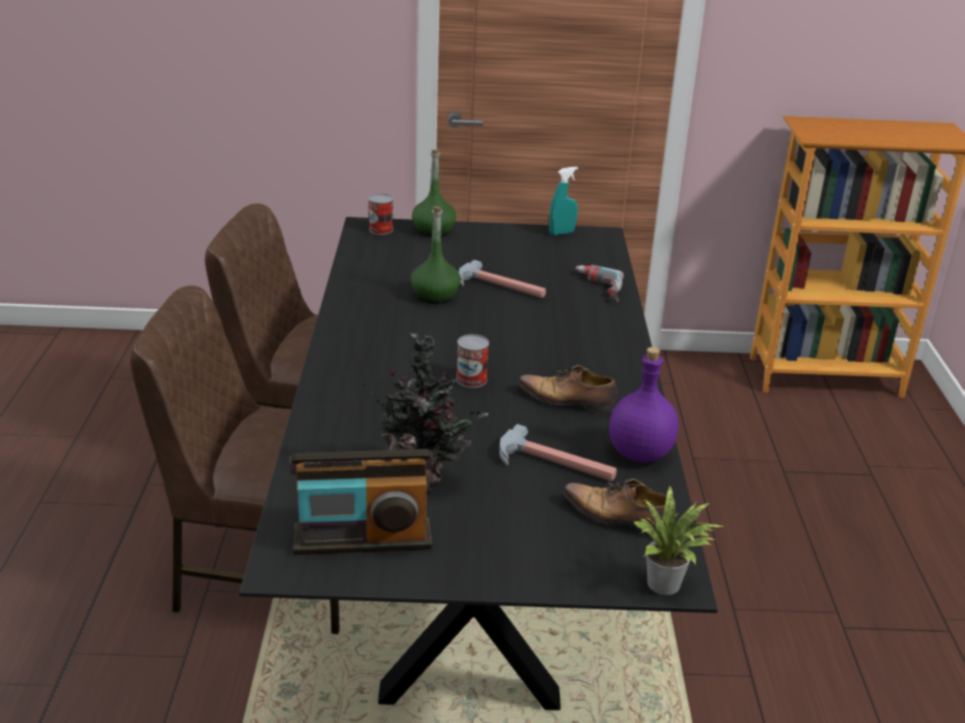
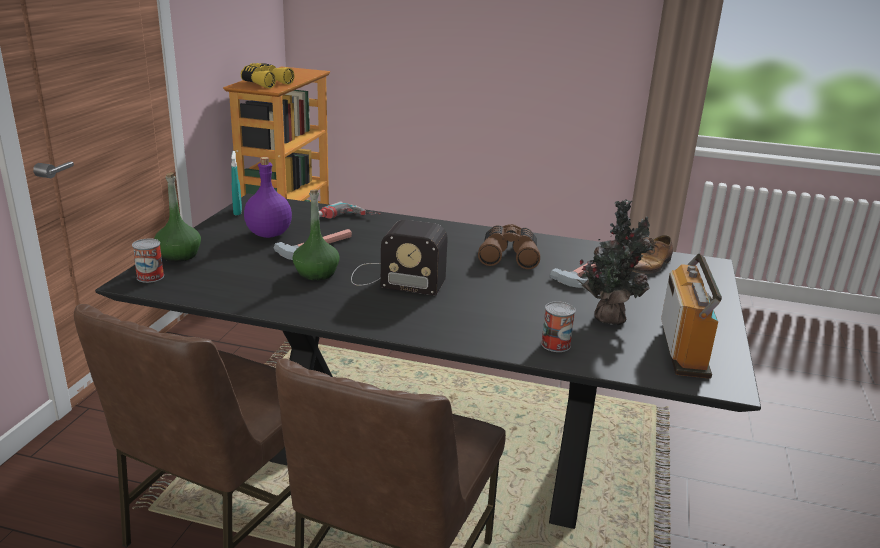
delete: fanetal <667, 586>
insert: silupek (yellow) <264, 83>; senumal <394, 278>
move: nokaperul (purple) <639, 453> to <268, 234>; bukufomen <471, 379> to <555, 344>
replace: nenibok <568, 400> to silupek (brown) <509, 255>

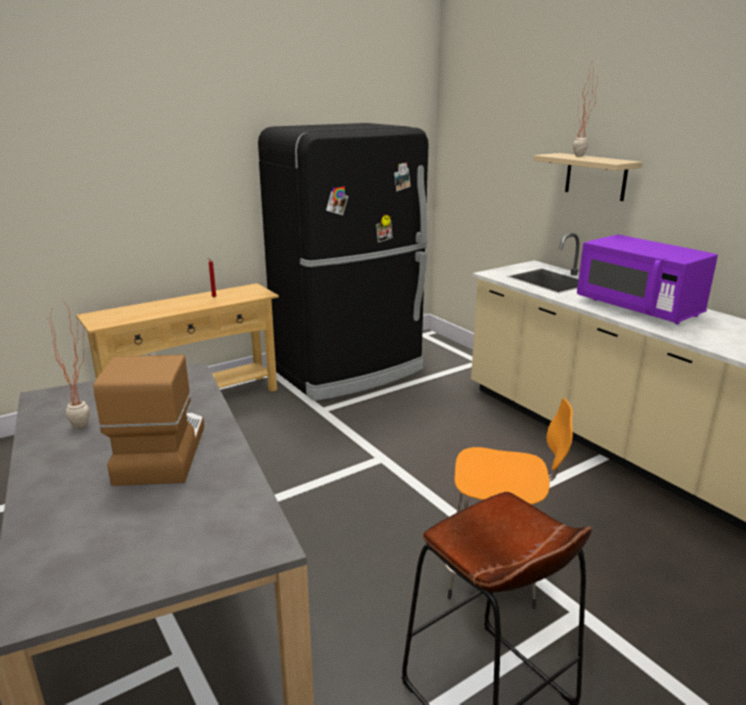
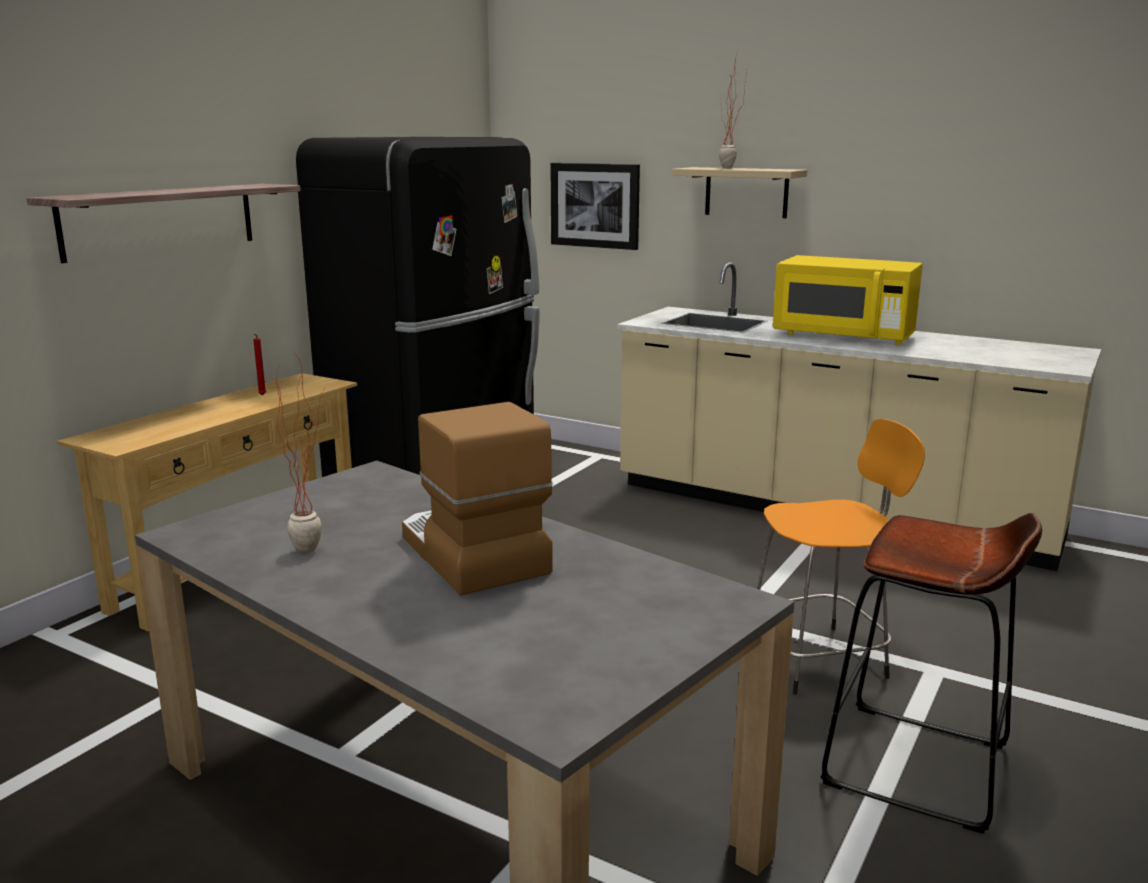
insert: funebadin <160, 220>; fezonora <595, 205>
recolor: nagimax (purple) <638, 308> to nagimax (yellow) <843, 336>

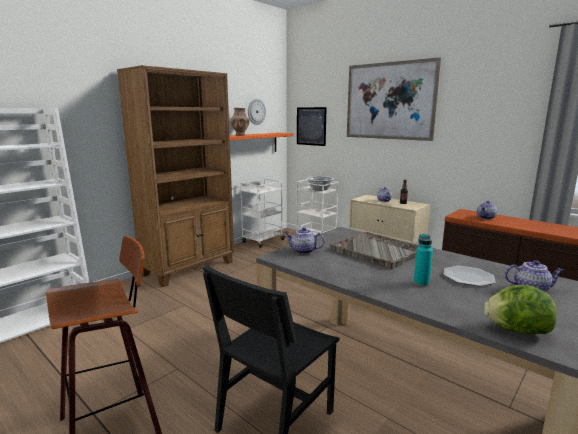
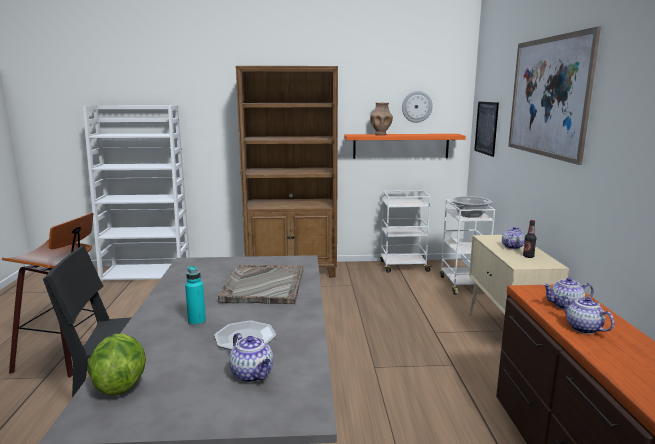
move: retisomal <303, 251> to <582, 328>

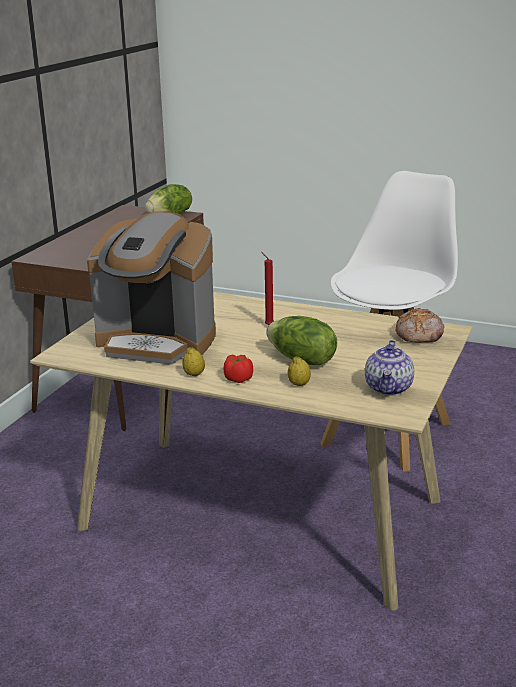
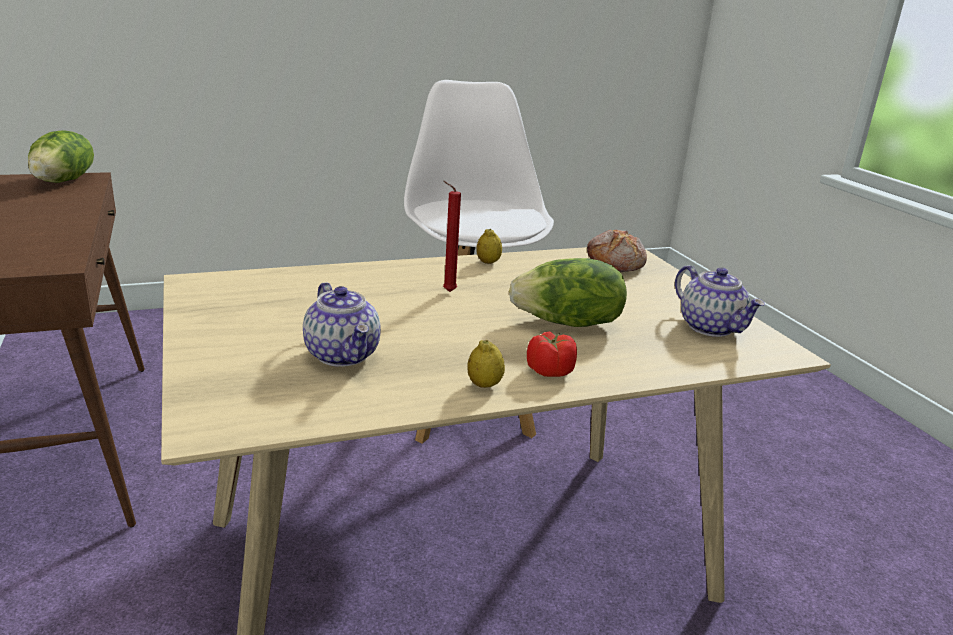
move: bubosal <299, 384> to <488, 262>
replace: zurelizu <157, 342> to retisomal <343, 355>

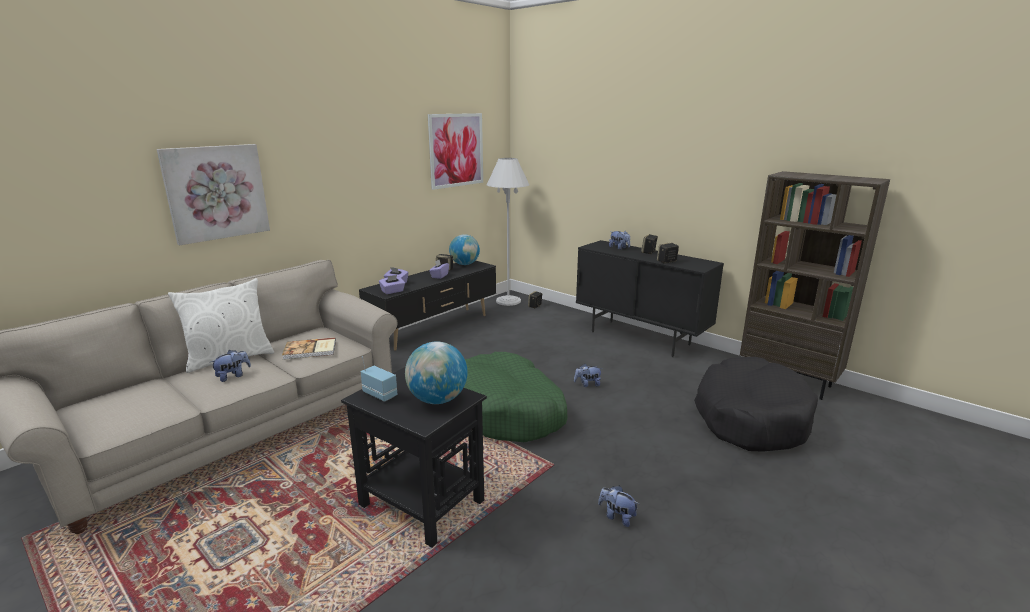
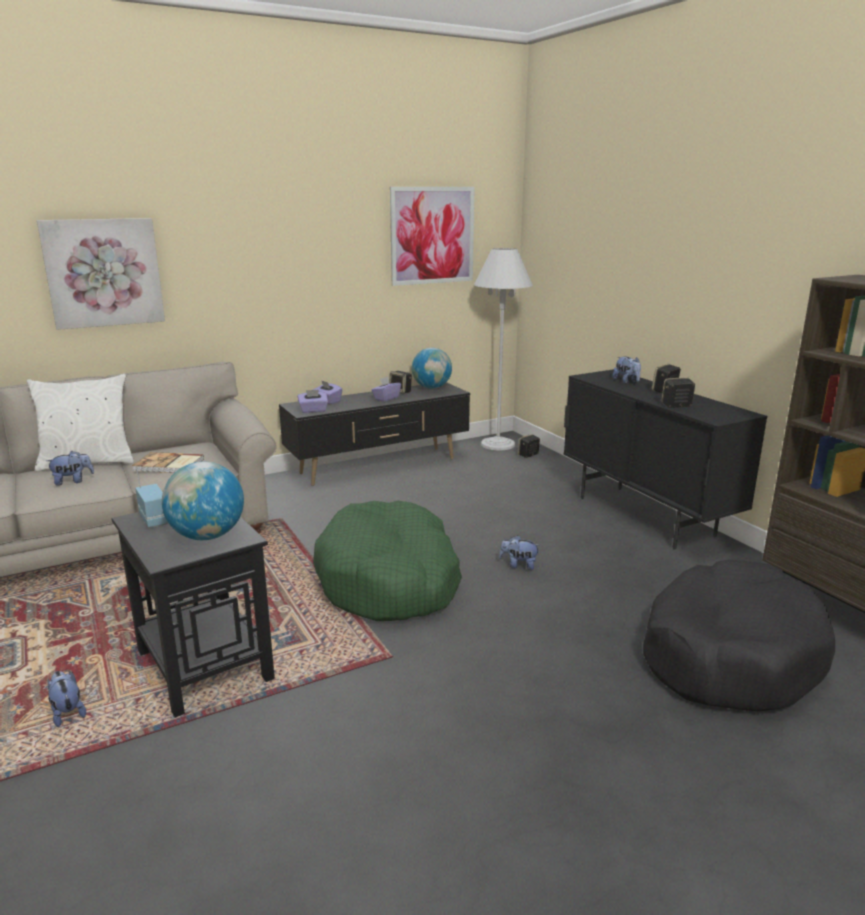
move: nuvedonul <617, 516> to <67, 713>

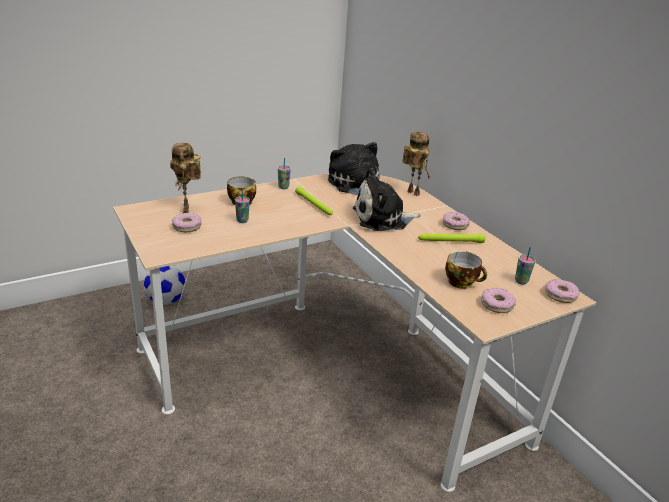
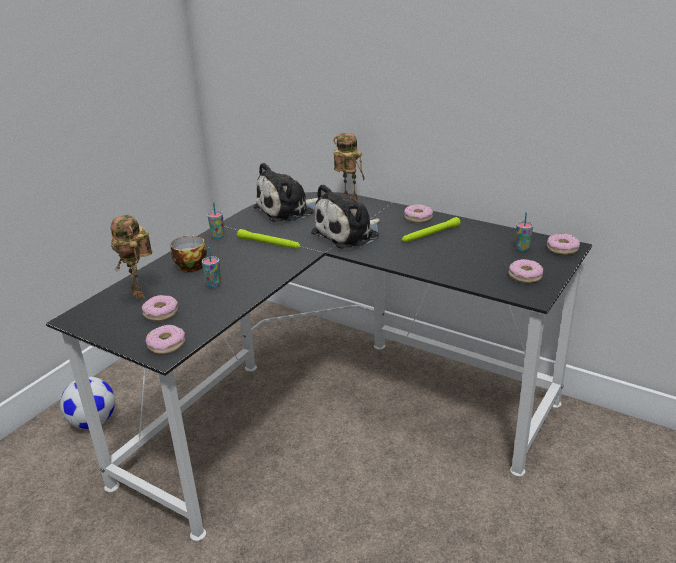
delete: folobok <462, 282>
insert: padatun <166, 345>
recolor: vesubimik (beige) <335, 365> to vesubimik (black) <333, 409>
rotate: nuvedonul <355, 185> = <287, 210> 75 degrees counterclockwise

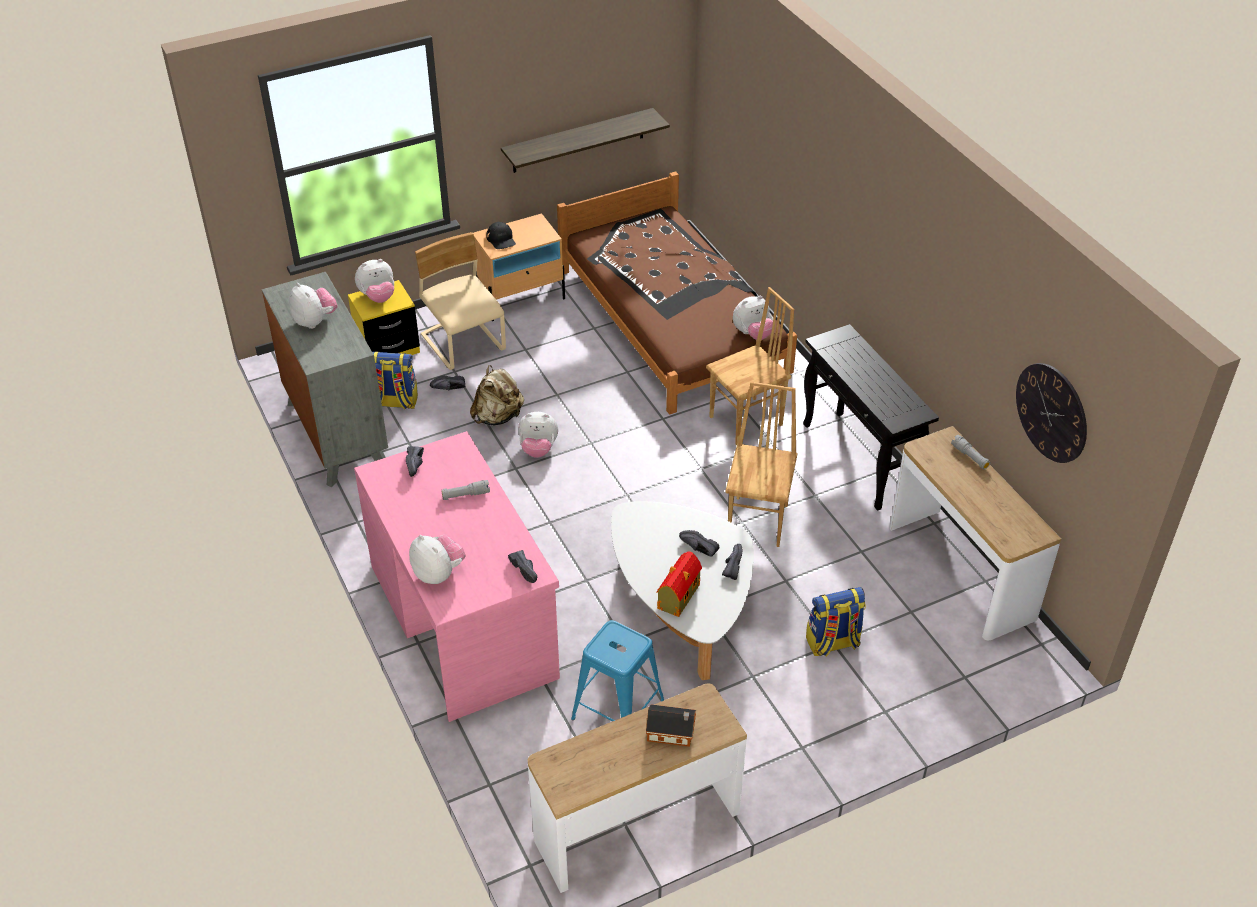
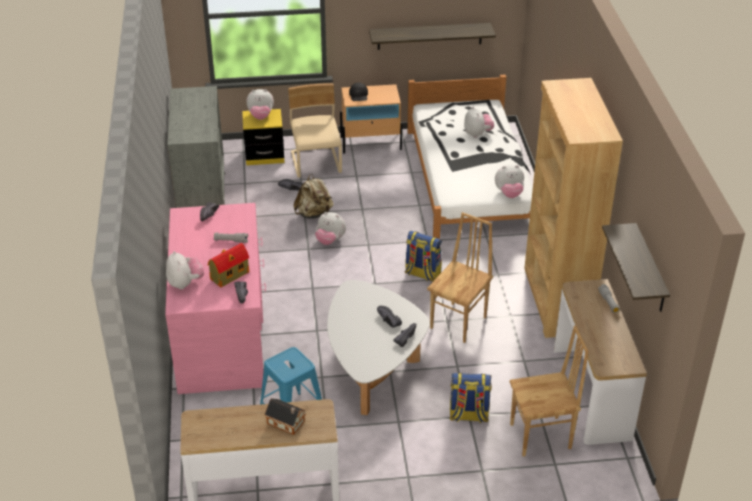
move: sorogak <678, 597> to <229, 276>; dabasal <395, 402> to <422, 274>; nuvedonul <315, 321> to <477, 134>; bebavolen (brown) <747, 421> to <541, 437>
replace: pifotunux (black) <859, 460> to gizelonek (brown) <556, 300>; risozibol <1051, 412> to funebadin <650, 270>
recolor: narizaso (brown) <671, 320> to narizaso (white) <469, 178>

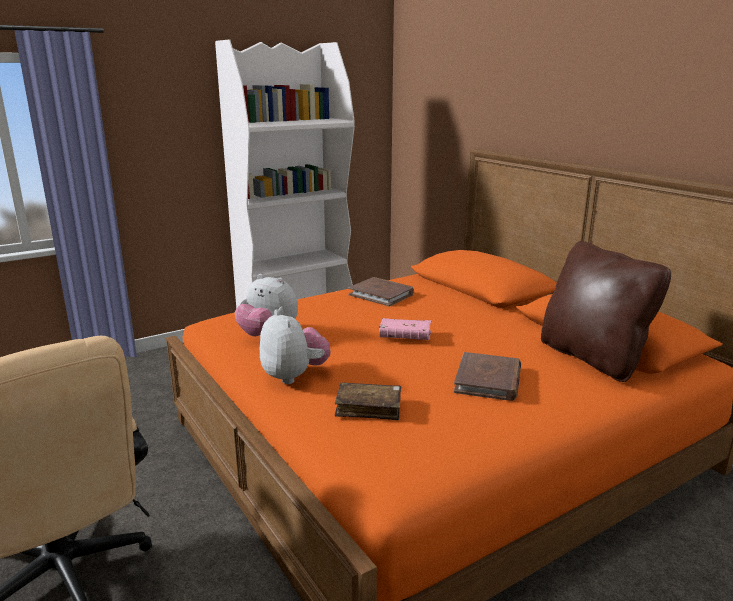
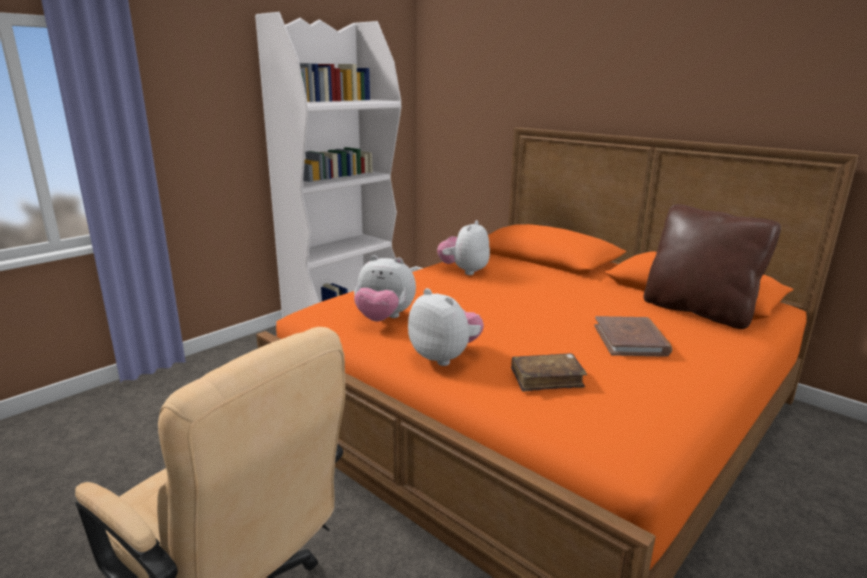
delete: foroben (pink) <405, 336>
replace: foroben (brown) <381, 294> to nuvedonul <464, 271>

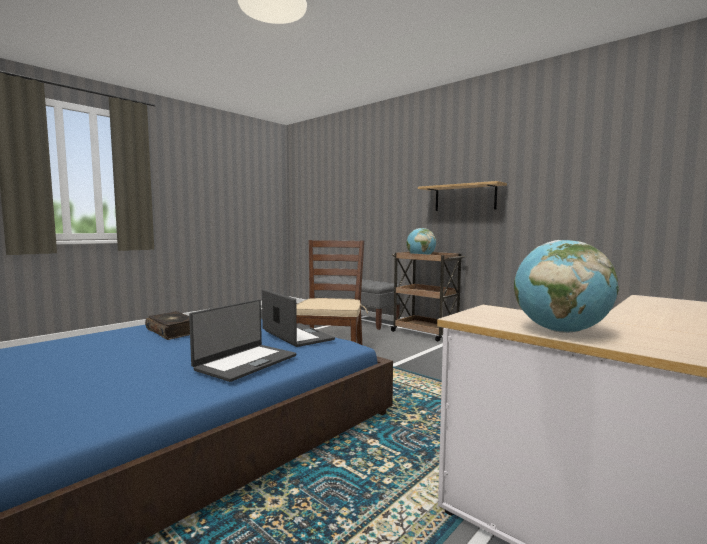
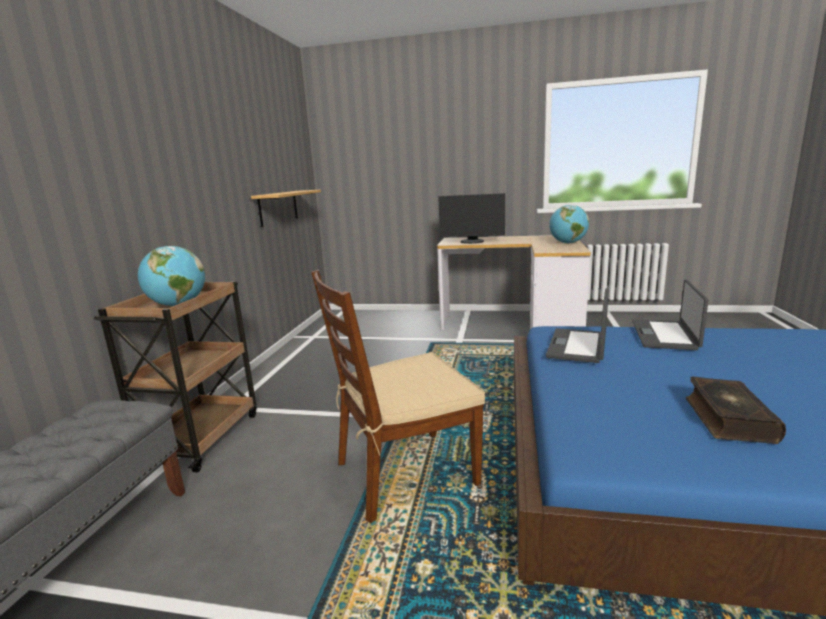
insert: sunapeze <472, 242>
move: funebadin <465, 198> to <278, 207>
rotate: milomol <245, 362> = <665, 335> 75 degrees counterclockwise

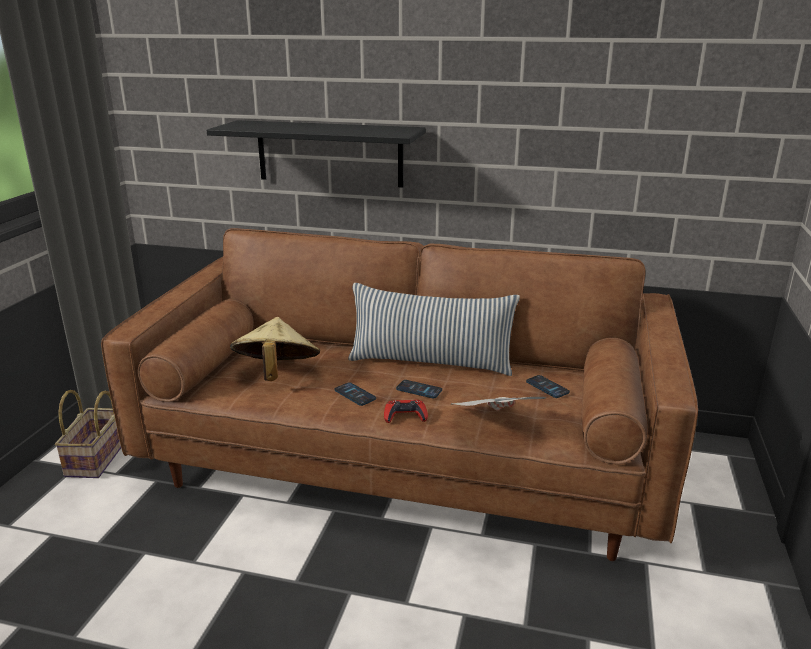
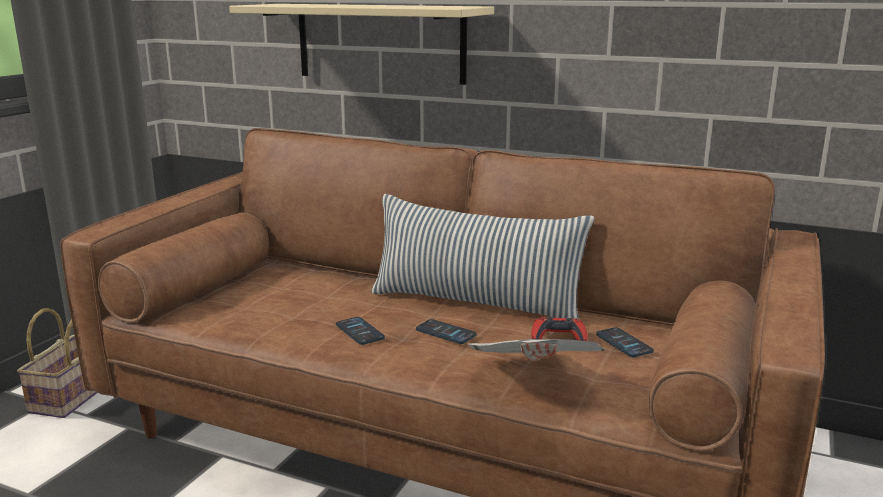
delete: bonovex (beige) <276, 374>
move: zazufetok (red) <405, 416> to <558, 337>
recolor: funebadin (black) <329, 153> to funebadin (beige) <380, 42>

